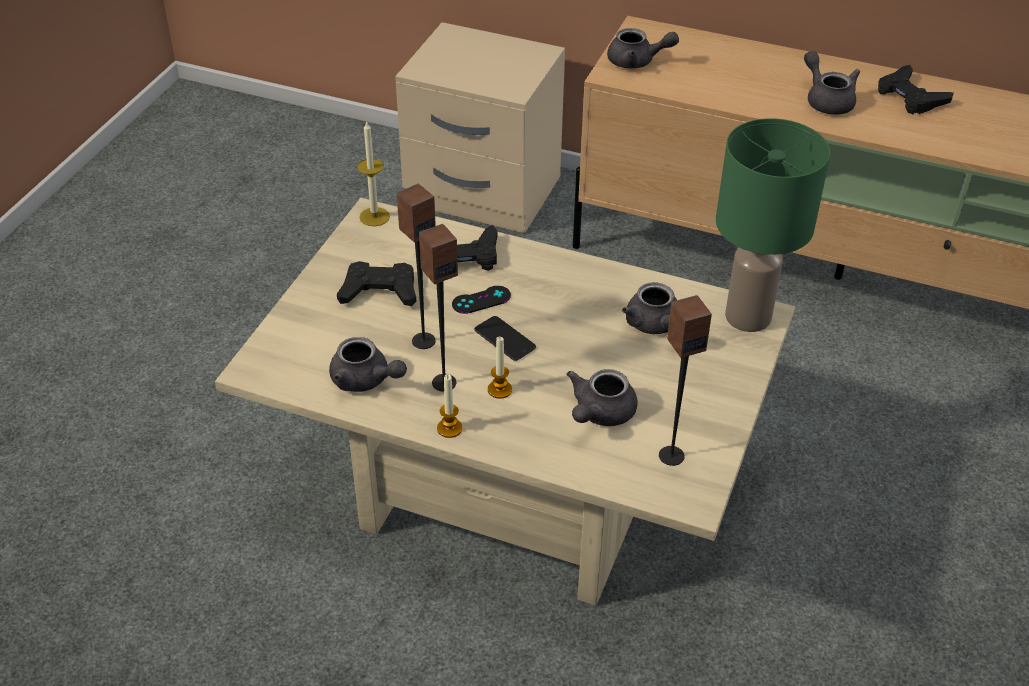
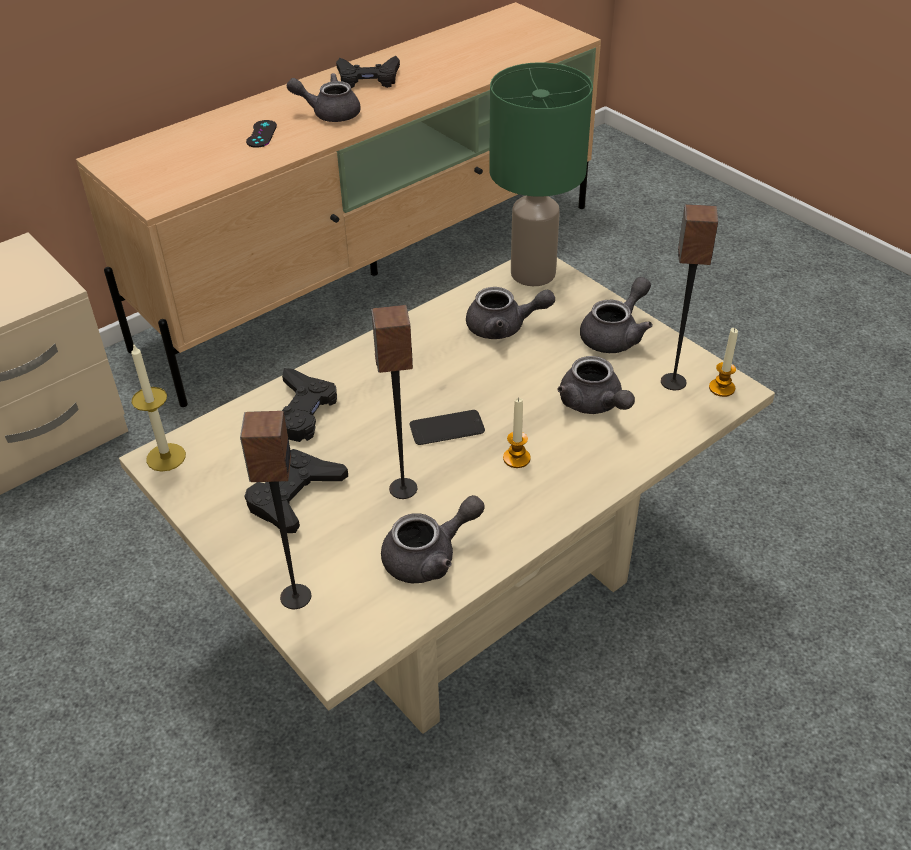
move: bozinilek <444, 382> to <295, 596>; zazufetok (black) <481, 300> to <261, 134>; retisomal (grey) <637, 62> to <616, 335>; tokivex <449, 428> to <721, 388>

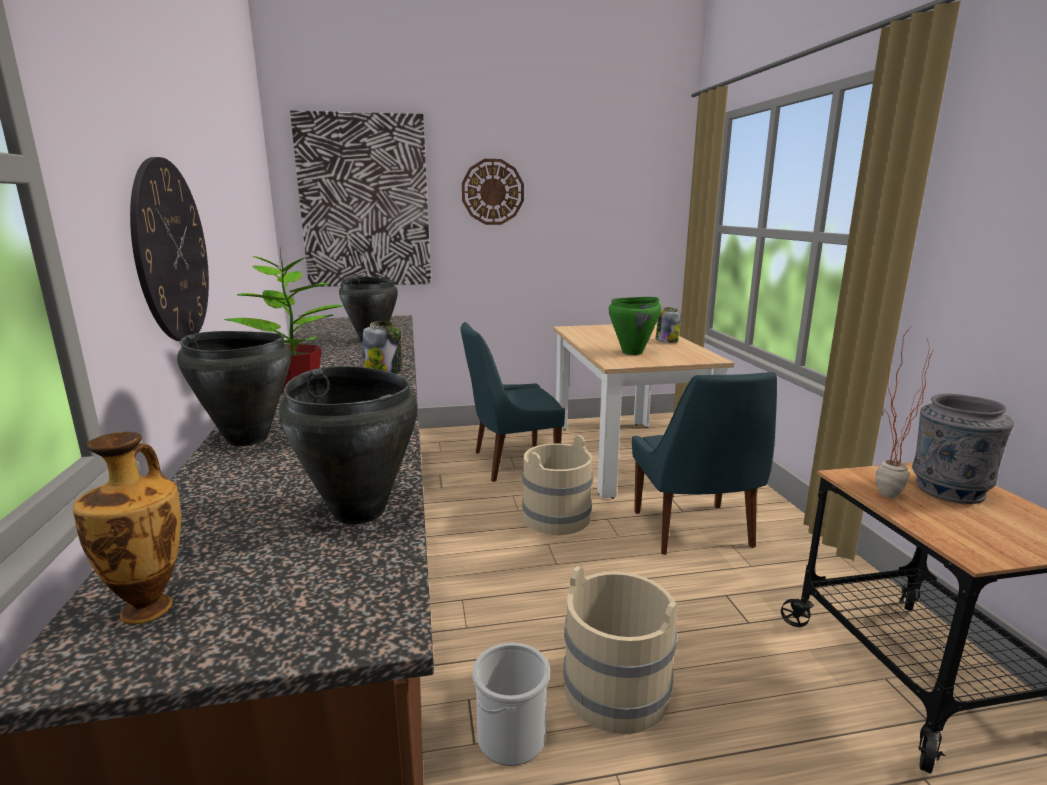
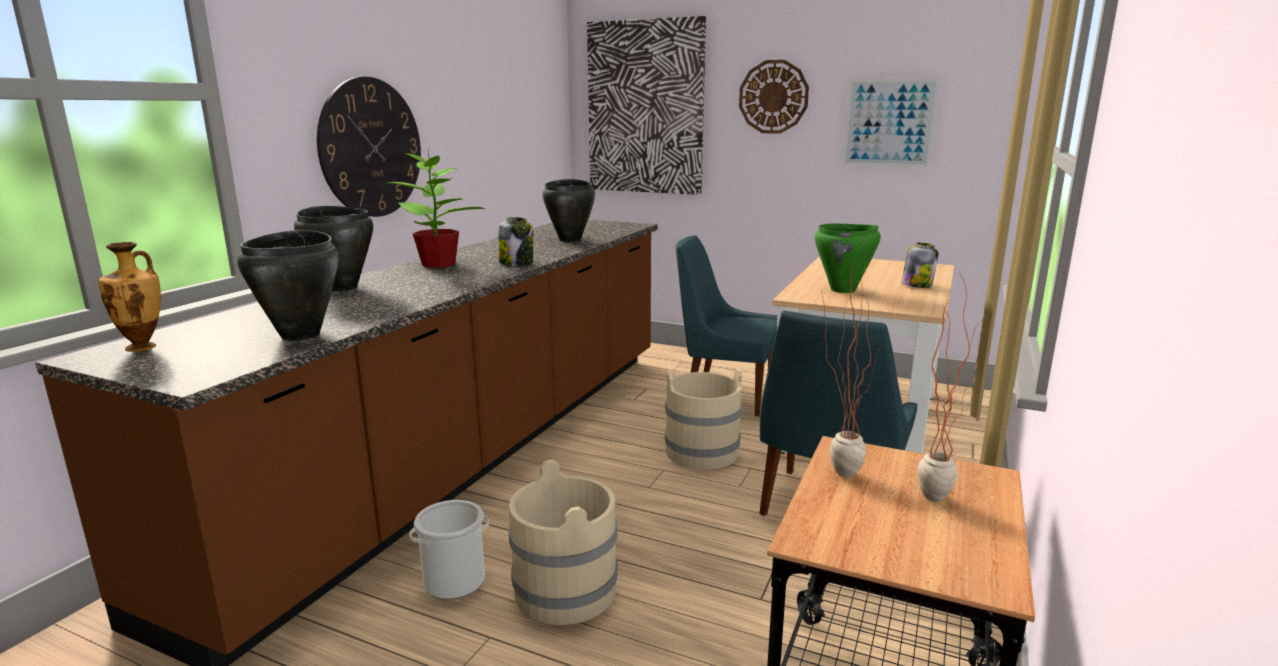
insert: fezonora <889, 123>
replace: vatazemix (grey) <948, 490> to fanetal <936, 493>

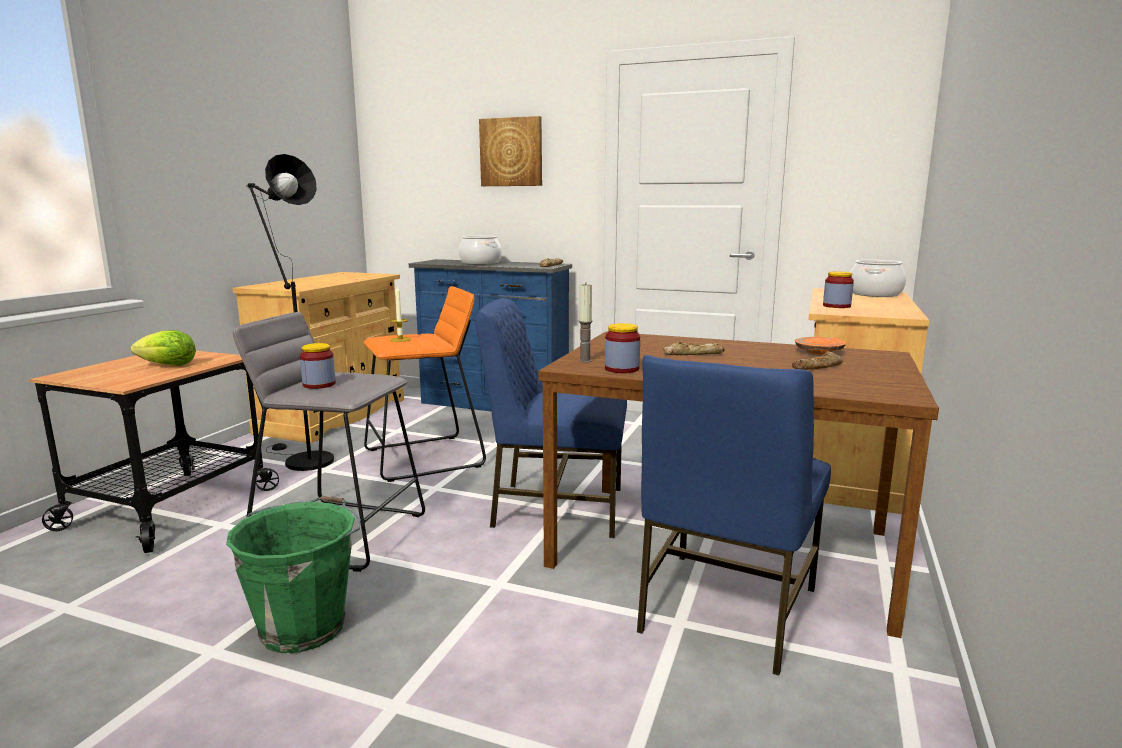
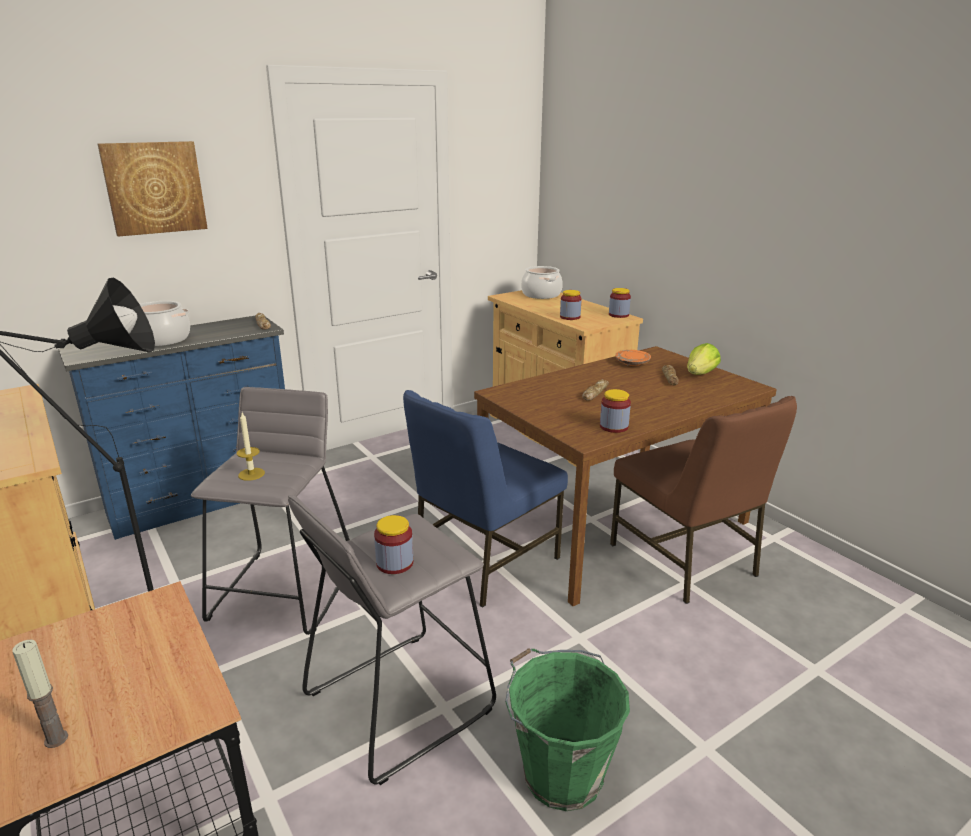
insert: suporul <618, 315>
move: tokivex <585, 361> to <56, 739>; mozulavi <168, 366> to <700, 374>
recolor: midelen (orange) <424, 458> to midelen (grey) <284, 591>; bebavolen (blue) <724, 610> to bebavolen (brown) <685, 560>

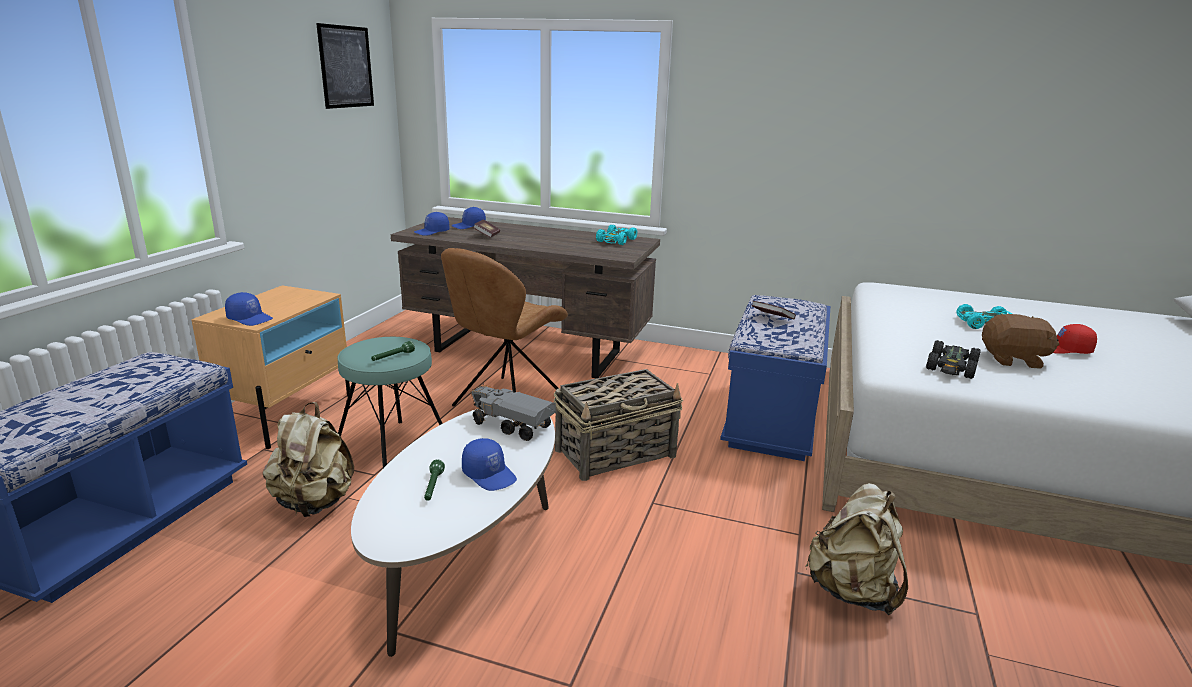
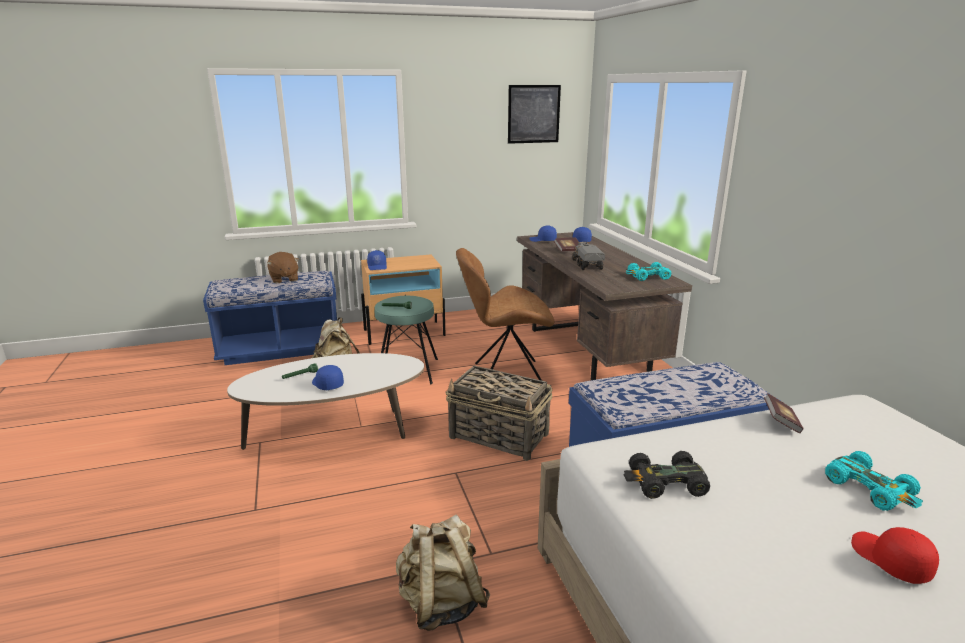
move: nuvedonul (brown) <1013, 360> to <284, 279>; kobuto <511, 425> to <587, 264>; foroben <772, 318> to <781, 422>
rotate: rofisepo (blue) <490, 475> = <327, 384> 135 degrees clockwise

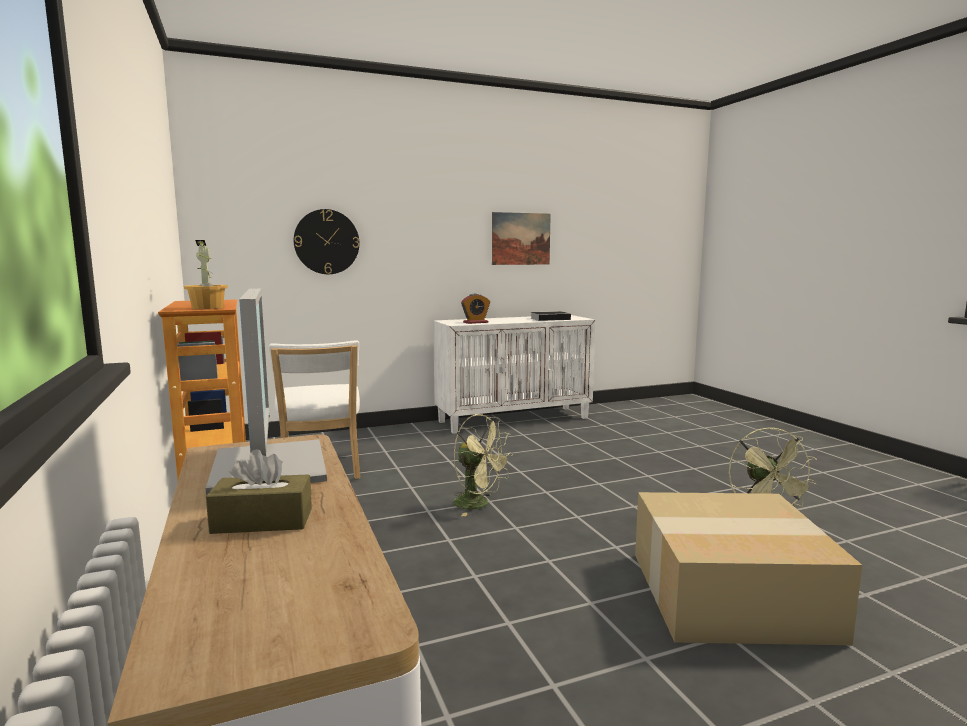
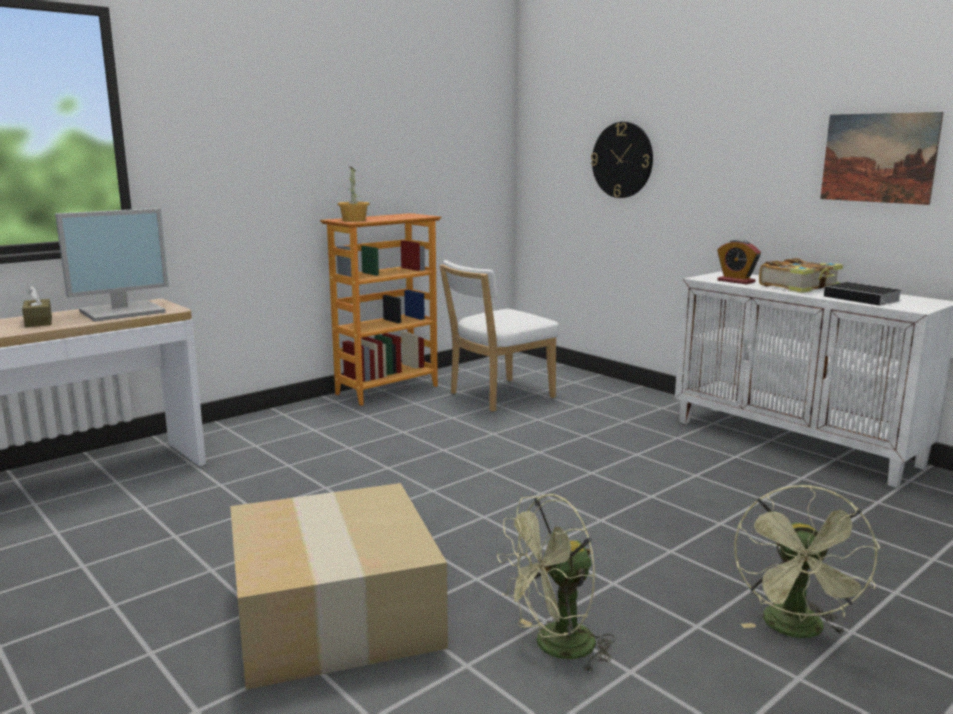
insert: foroben <800, 287>
move: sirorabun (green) <478, 504> to <797, 631>

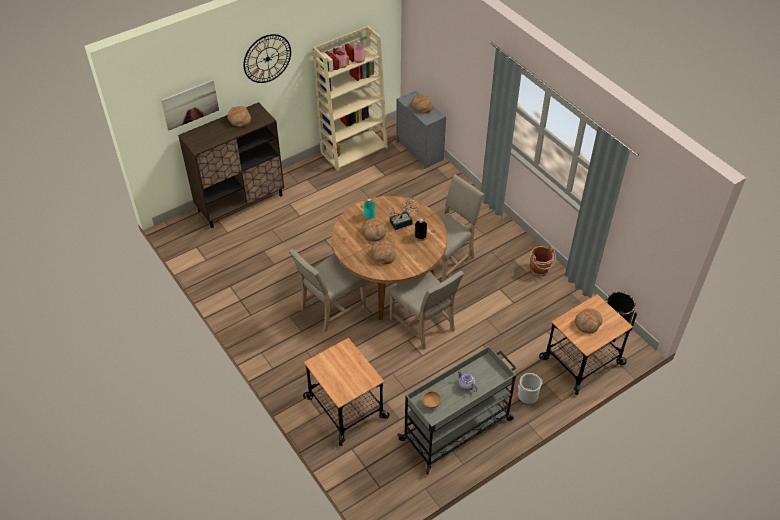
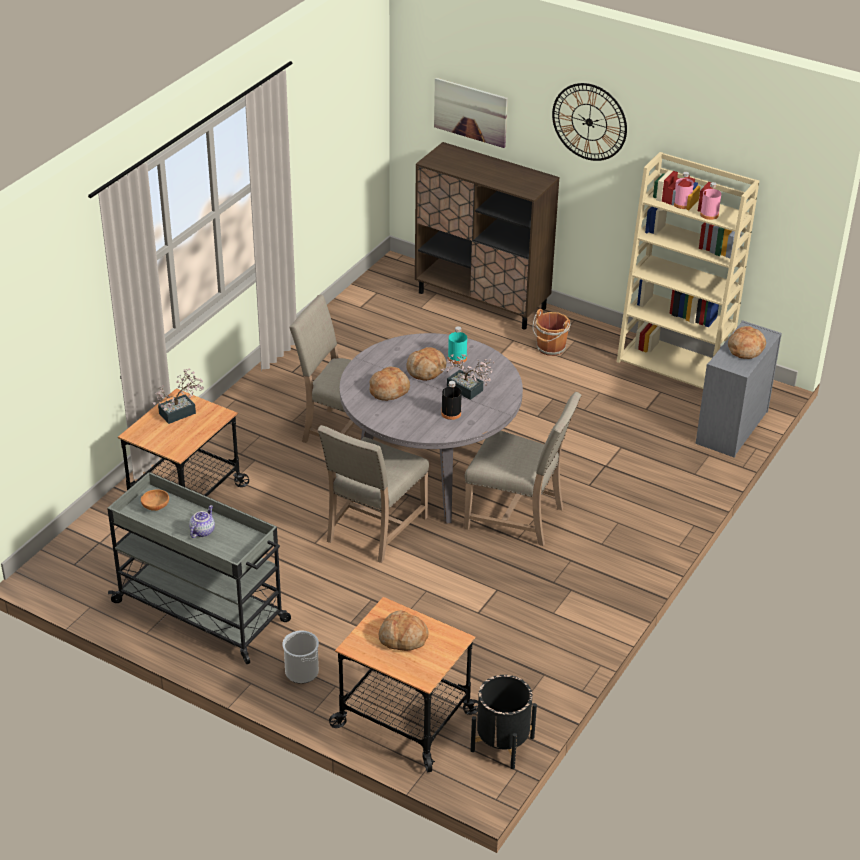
delete: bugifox <239, 120>
insert: fanetal <181, 412>
move: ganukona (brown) <540, 269> to <550, 348>
recolor: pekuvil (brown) <389, 283> to pekuvil (grey) <429, 474>

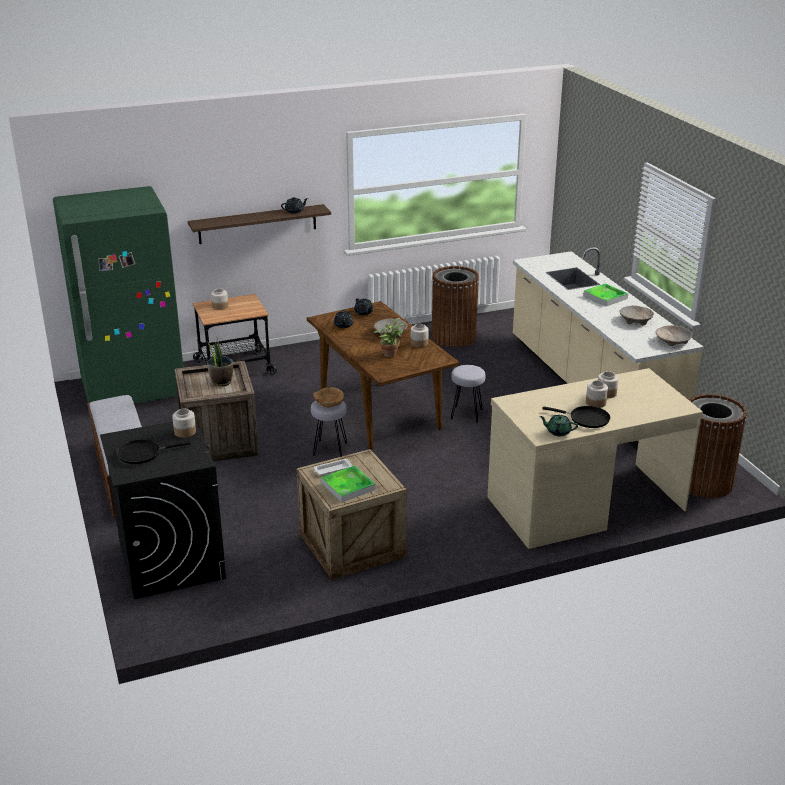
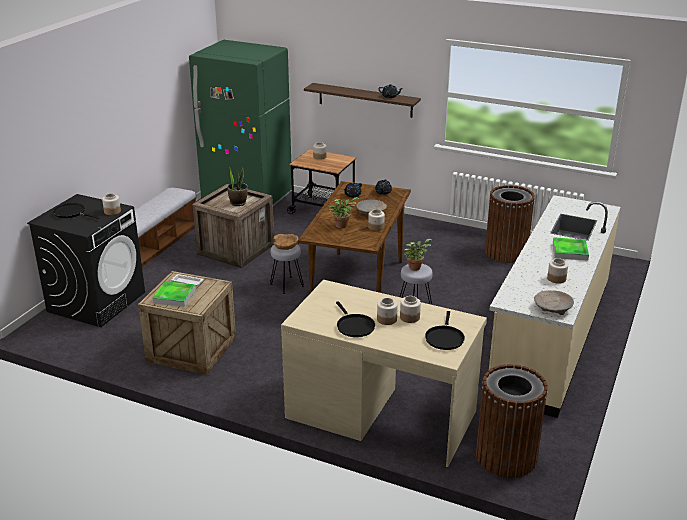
delete: retisomal (green) <558, 432>
insert: fanetal <415, 267>; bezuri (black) <444, 338>
replace: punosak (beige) <635, 320> to suporul <556, 279>

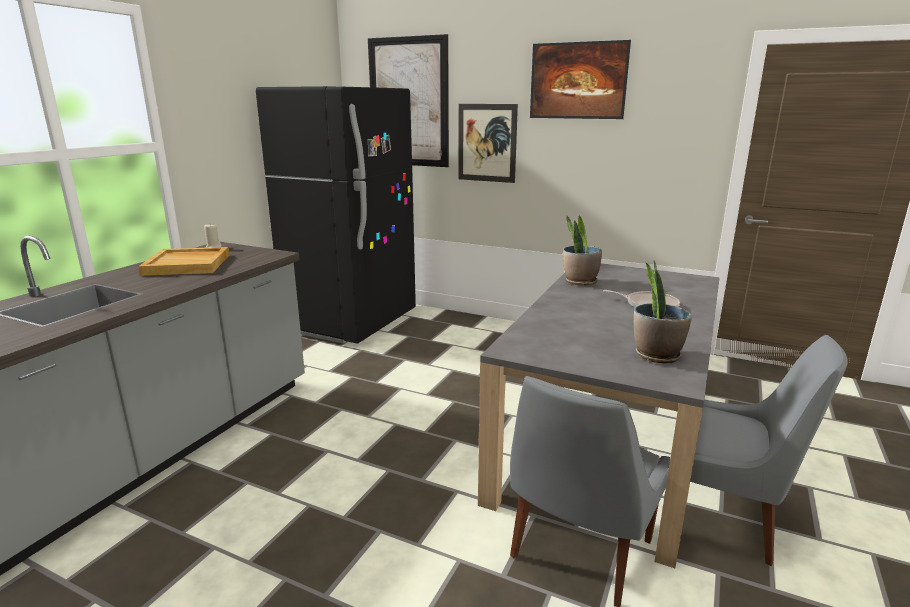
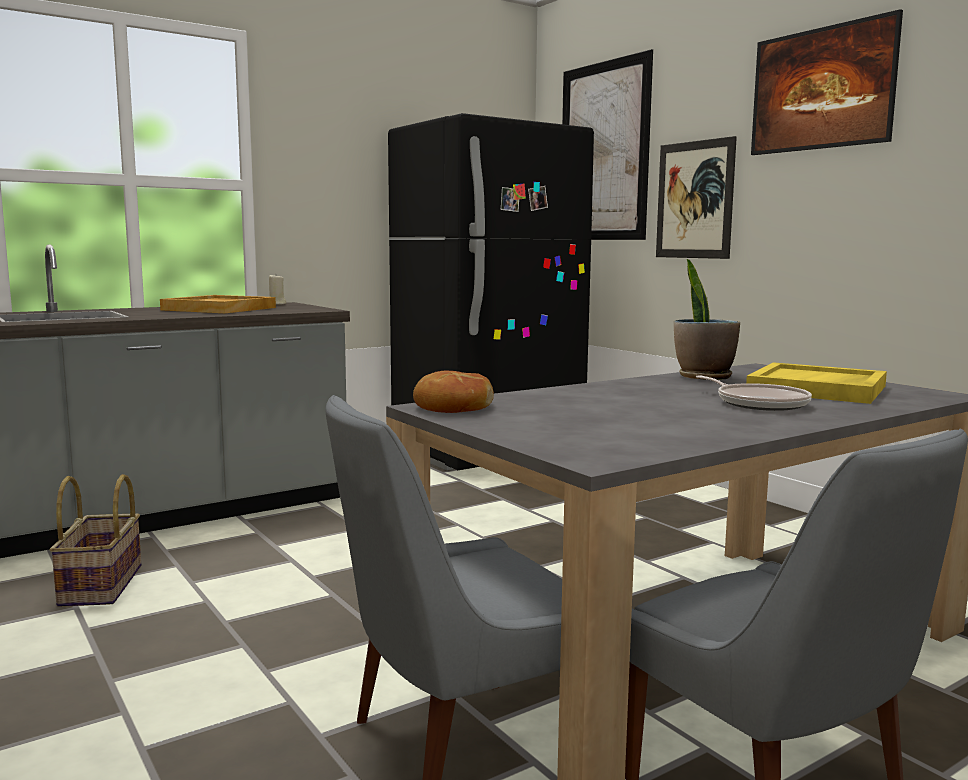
delete: fanetal <656, 355>
insert: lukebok <103, 585>; bugifox <452, 407>; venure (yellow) <818, 389>

